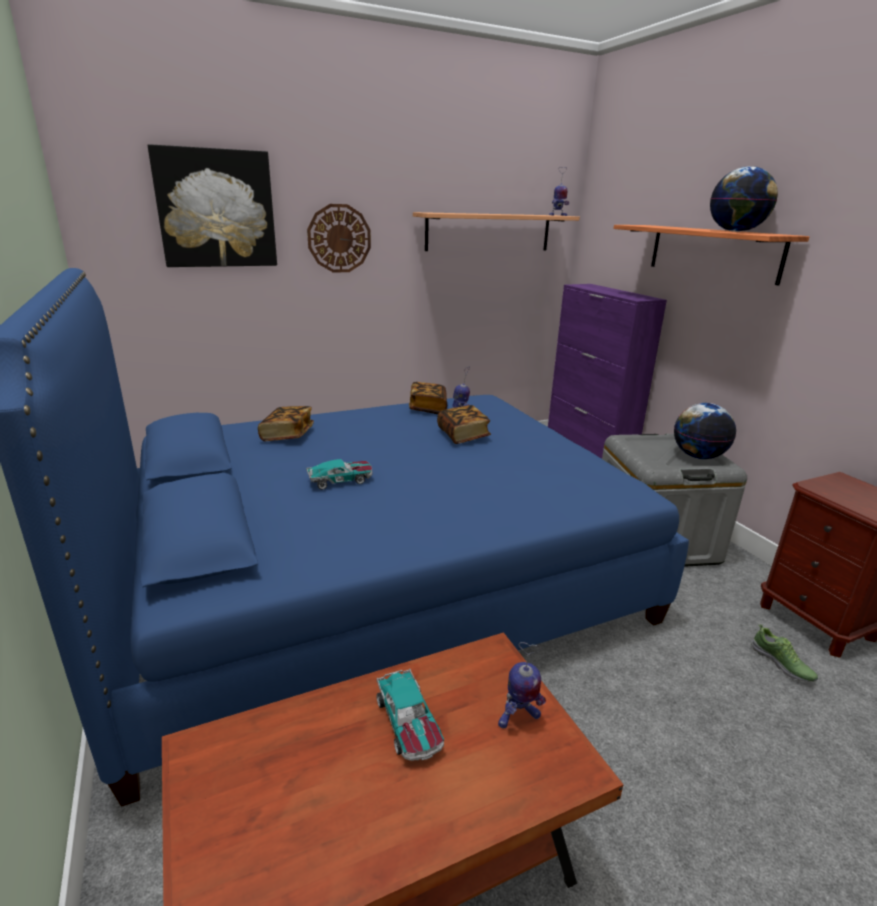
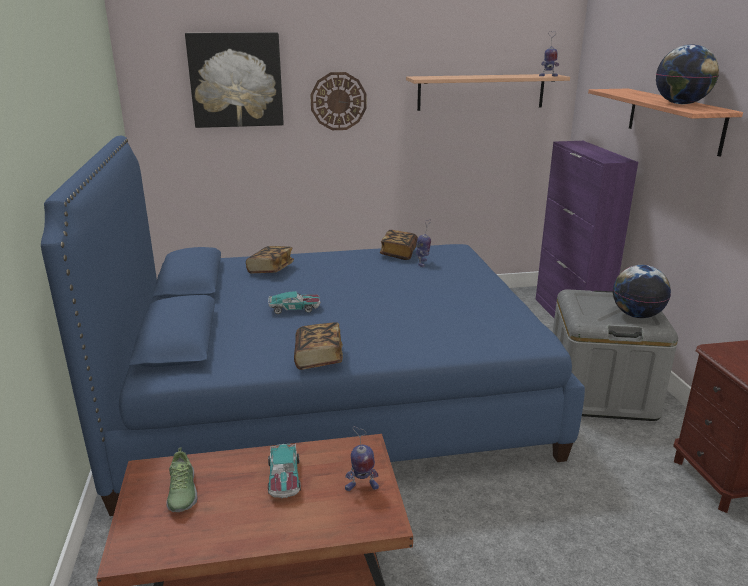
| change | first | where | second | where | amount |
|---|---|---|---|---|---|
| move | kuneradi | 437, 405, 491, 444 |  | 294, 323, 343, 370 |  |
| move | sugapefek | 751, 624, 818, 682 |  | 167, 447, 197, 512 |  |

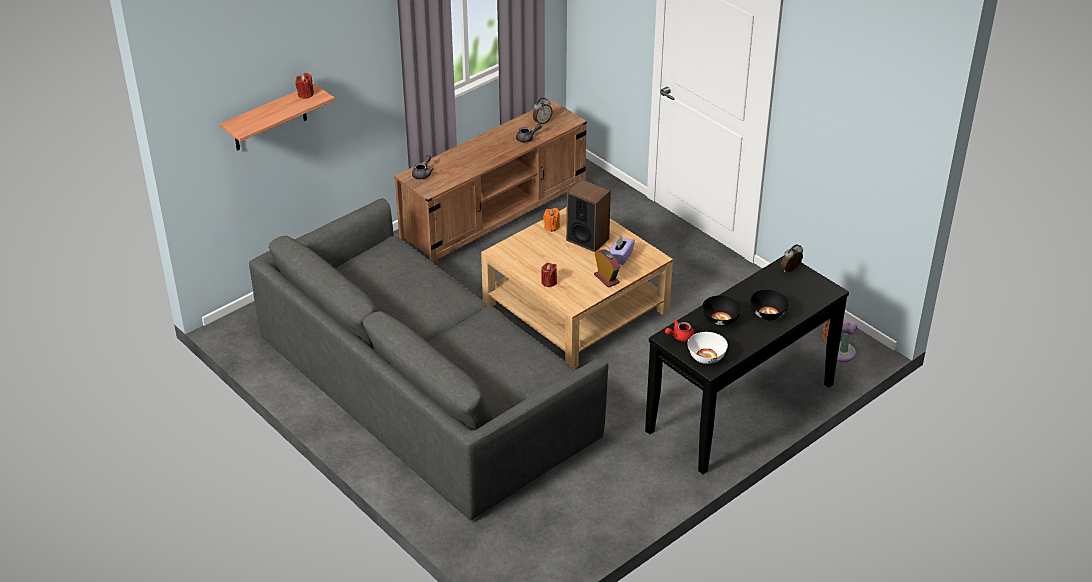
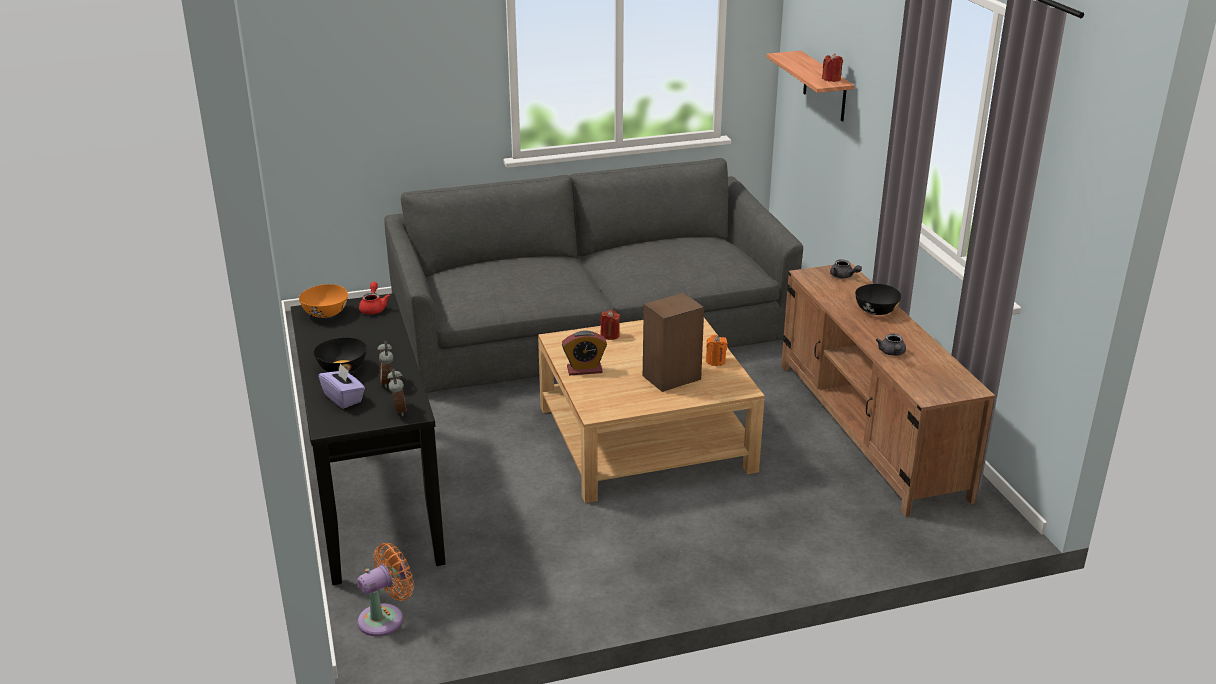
| change | first | where | second | where | amount |
|---|---|---|---|---|---|
| move | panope | 533, 98, 553, 124 |  | 378, 341, 394, 388 |  |
| move | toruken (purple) | 609, 235, 635, 265 |  | 319, 364, 365, 409 |  |
| move | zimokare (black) | 702, 295, 742, 326 |  | 855, 284, 901, 315 |  |
| recolor | zimokare (white) | 688, 332, 728, 364 | zimokare (orange) | 299, 284, 348, 318 |  |

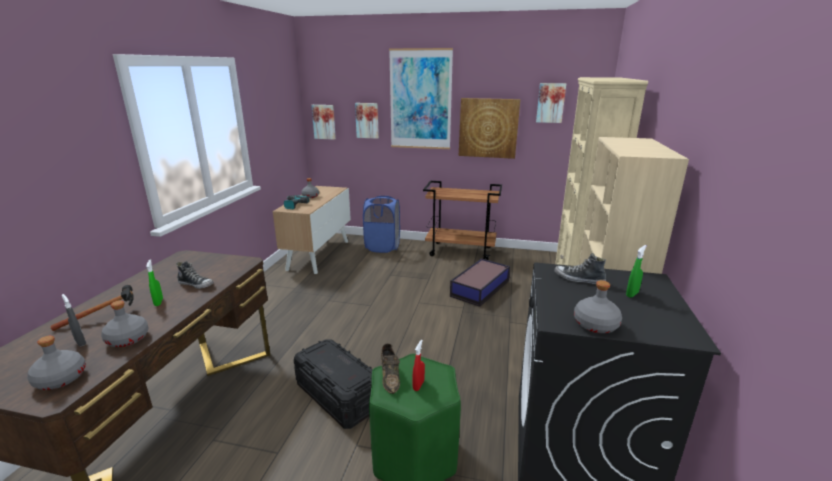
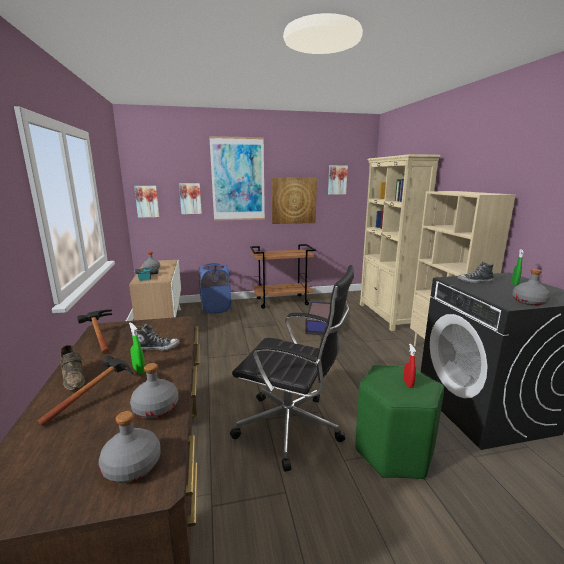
| change | first | where | second | where | amount |
|---|---|---|---|---|---|
| delete | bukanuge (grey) | 62, 294, 86, 346 |  |  |  |
| replace | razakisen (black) | 294, 339, 372, 429 | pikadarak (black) | 230, 265, 354, 472 |  |
| move | sugapefek (brown) | 381, 343, 400, 394 |  | 60, 345, 85, 391 |  |
| insert |  |  | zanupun | 77, 309, 112, 354 |  |

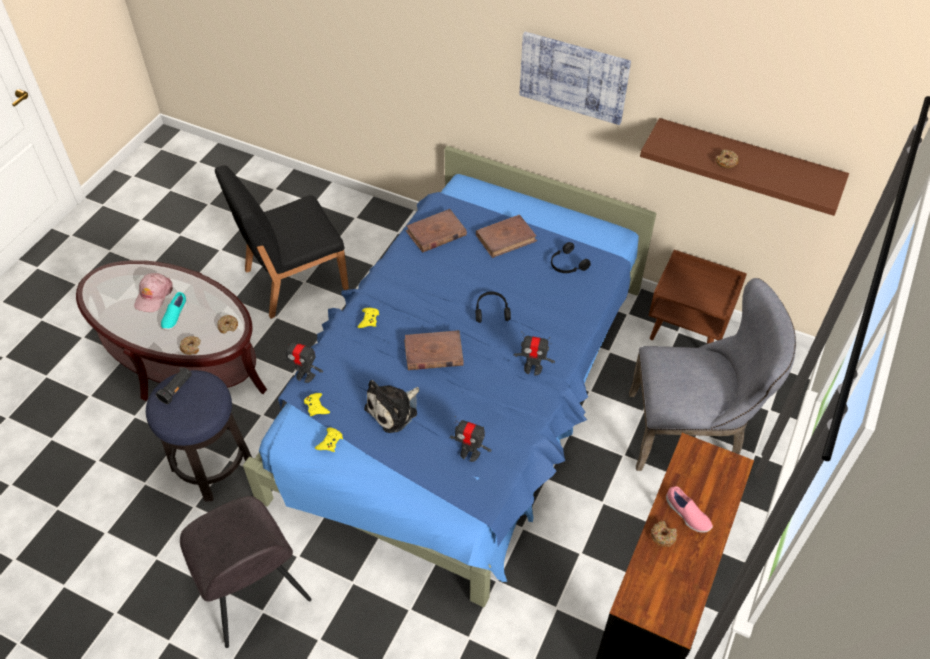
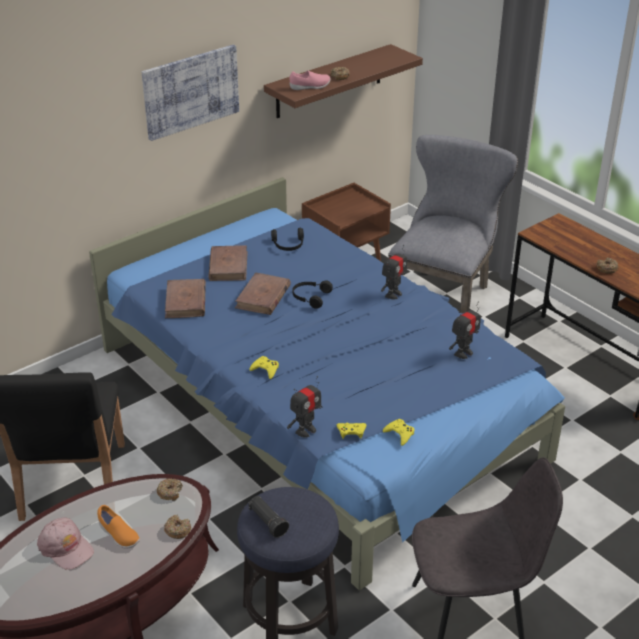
| change | first | where | second | where | amount |
|---|---|---|---|---|---|
| recolor | sugapefek (turquoise) | 161, 292, 188, 330 | sugapefek (orange) | 97, 505, 140, 549 |  |
| move | kuneradi (brown) | 404, 330, 464, 370 |  | 235, 272, 291, 315 |  |
| delete | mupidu | 364, 380, 419, 433 |  |  |  |
| move | sugapefek (pink) | 666, 486, 713, 532 |  | 289, 70, 330, 90 |  |

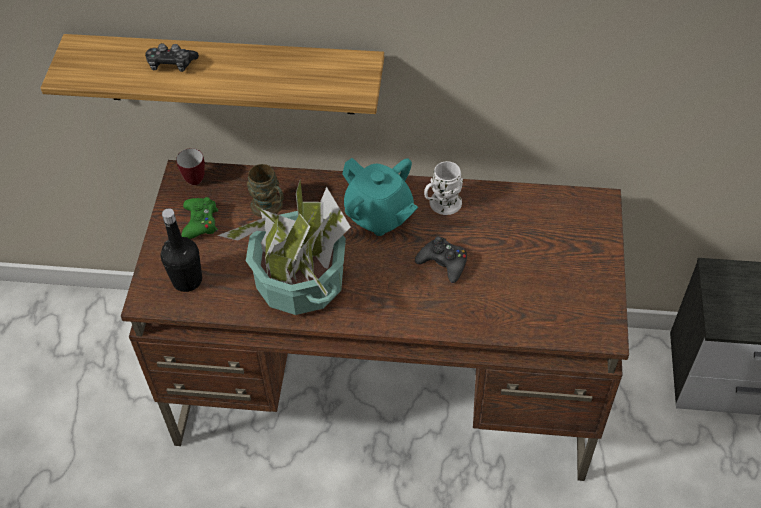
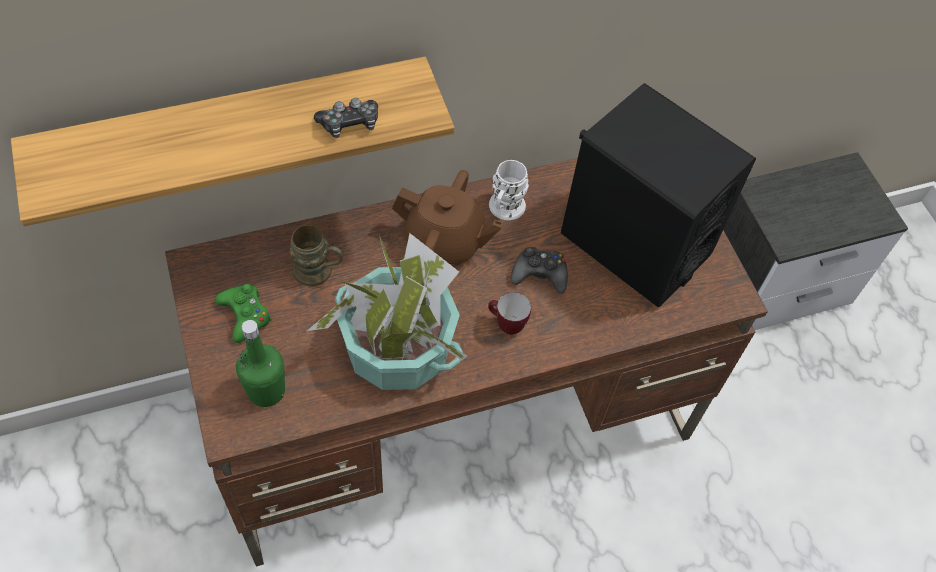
| change | first | where | second | where | amount |
|---|---|---|---|---|---|
| move | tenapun | 145, 43, 199, 72 |  | 314, 98, 378, 138 |  |
| move | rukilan | 176, 148, 205, 185 |  | 488, 292, 531, 335 |  |
| recolor | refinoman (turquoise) | 342, 158, 418, 236 | refinoman (brown) | 392, 170, 503, 266 |  |
| recolor | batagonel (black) | 160, 208, 202, 292 | batagonel (green) | 236, 320, 285, 407 |  |
| insert |  |  | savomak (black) | 561, 83, 756, 308 |  |

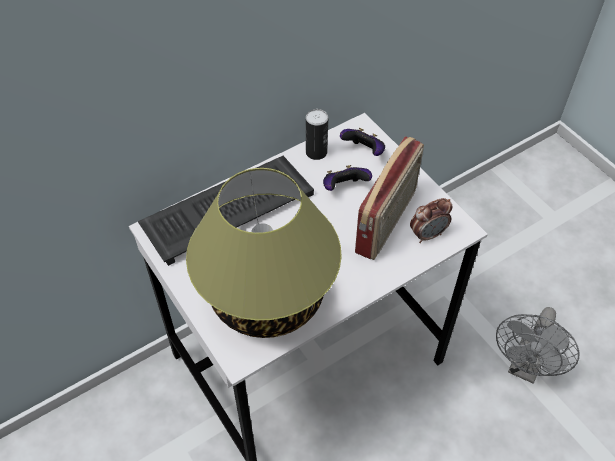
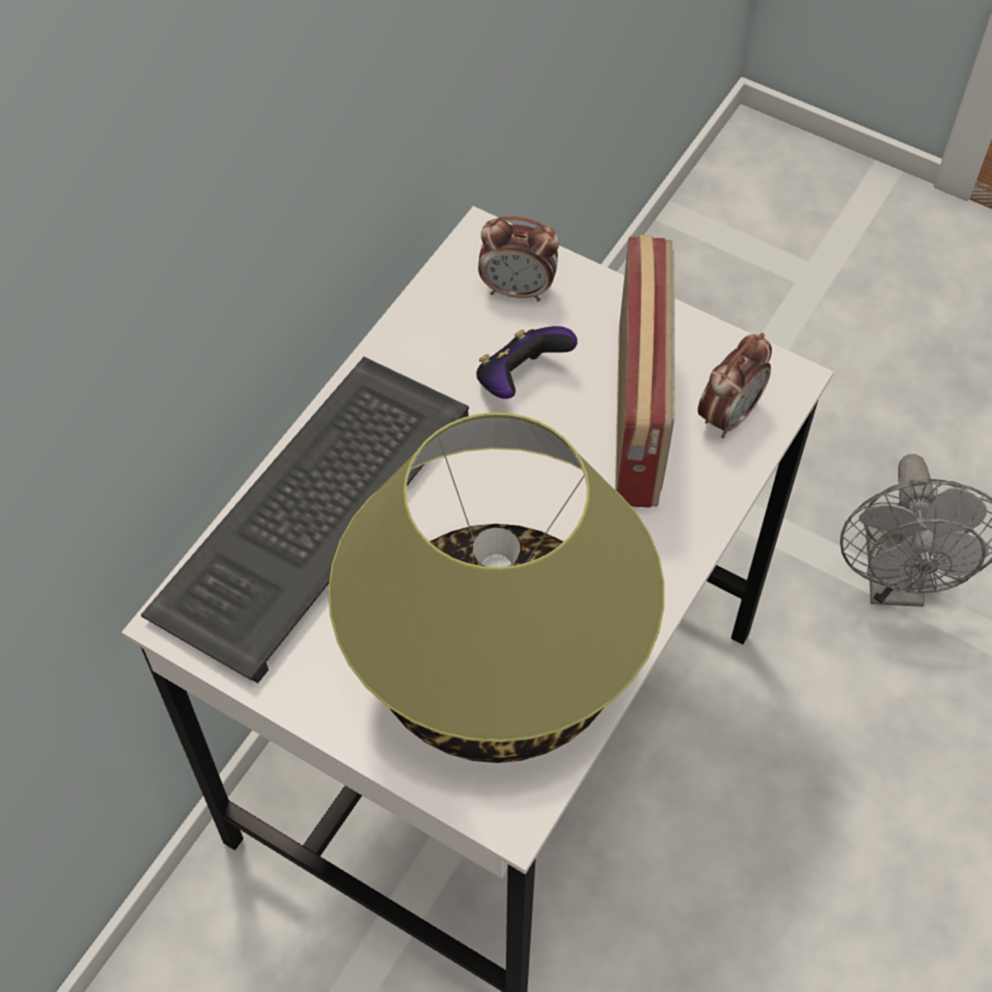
| change | first | where | second | where | amount |
|---|---|---|---|---|---|
| delete | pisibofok | 306, 109, 328, 160 |  |  |  |
| replace | tenapun | 340, 128, 385, 156 | panope | 478, 216, 560, 301 |  |

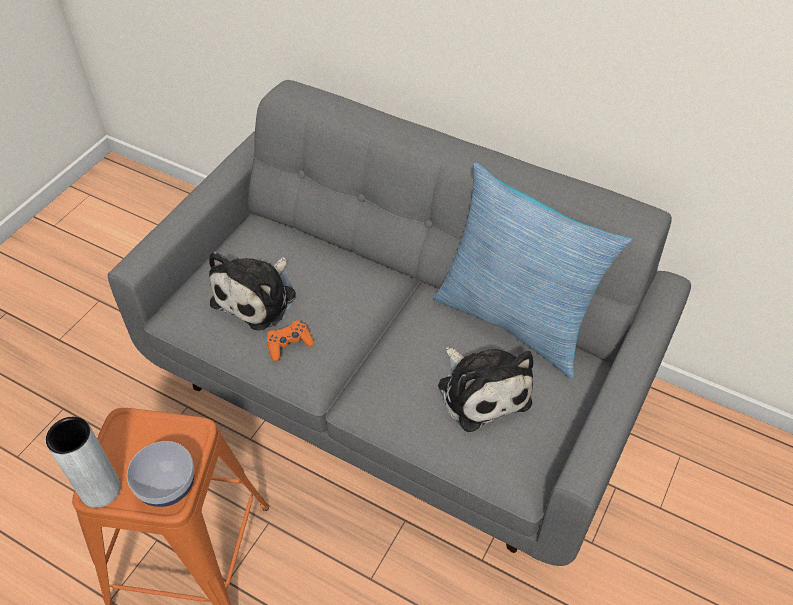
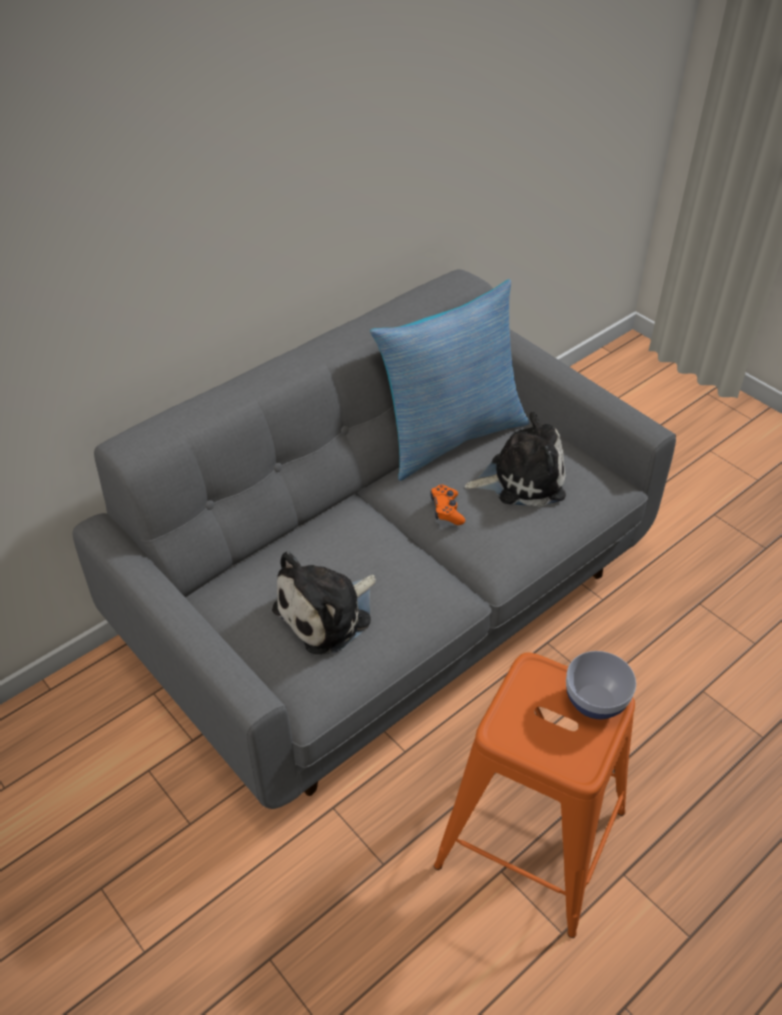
| change | first | where | second | where | amount |
|---|---|---|---|---|---|
| rotate | mupidu | 209, 252, 296, 330 |  | 272, 551, 376, 655 | 90 degrees clockwise |
| move | tenapun (orange) | 267, 320, 314, 361 |  | 430, 484, 465, 525 |  |
| delete | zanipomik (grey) | 46, 416, 121, 508 |  |  |  |

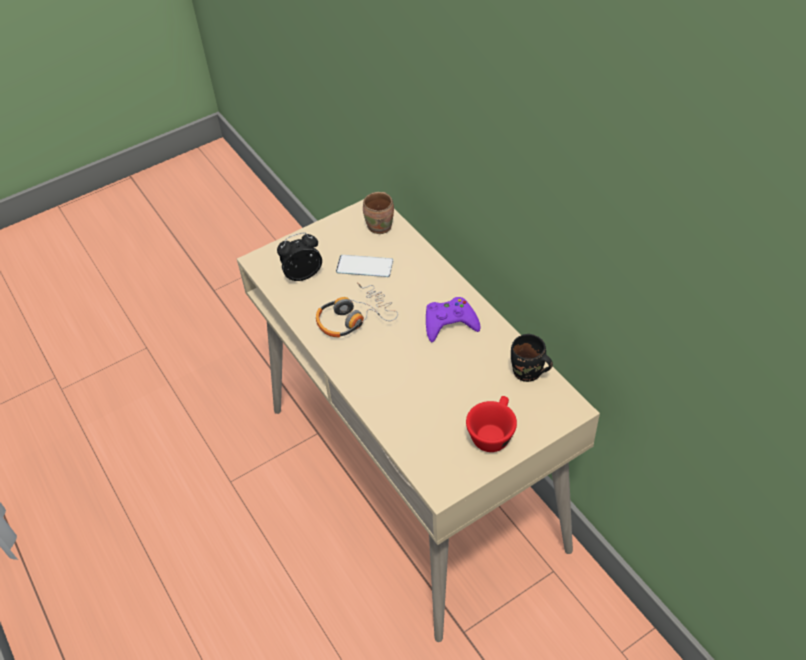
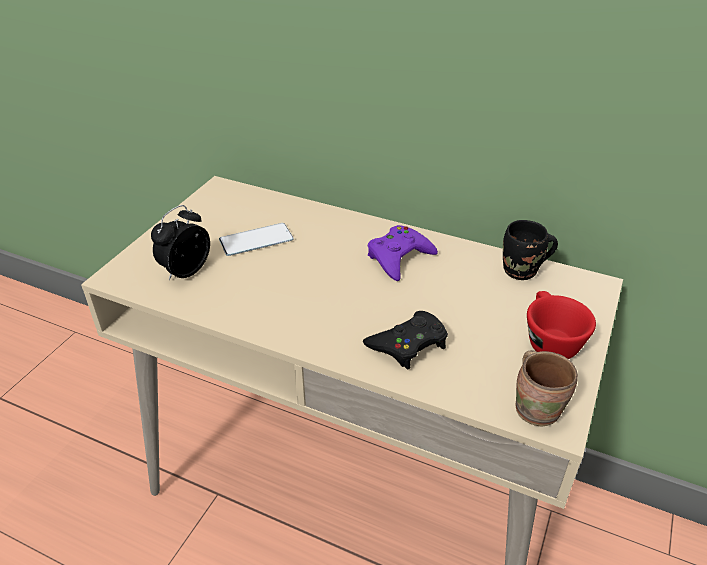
| change | first | where | second | where | amount |
|---|---|---|---|---|---|
| move | rukilan (brown) | 363, 192, 394, 234 |  | 515, 350, 578, 426 |  |
| delete | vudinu | 316, 282, 398, 337 |  |  |  |
| insert |  |  | tenapun (black) | 363, 311, 448, 369 |  |

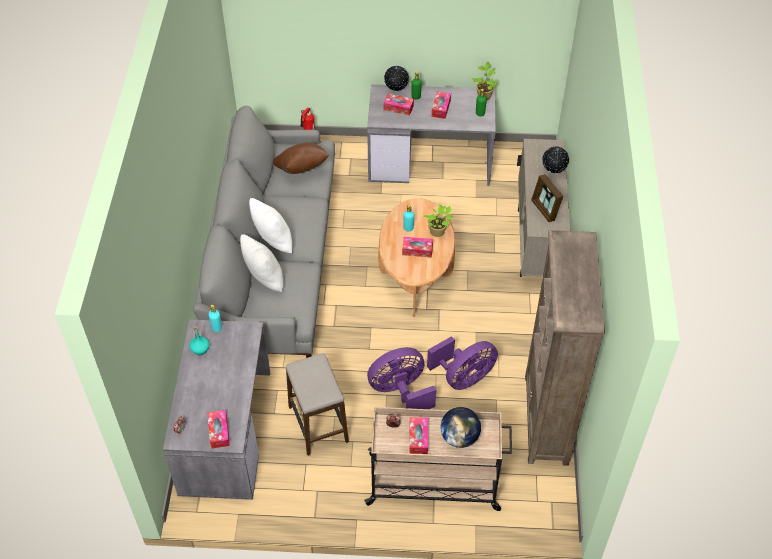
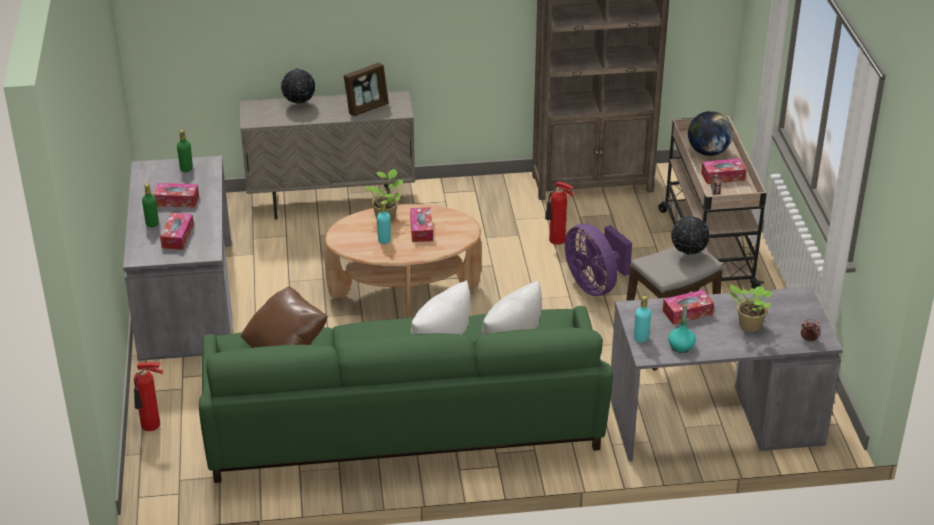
| change | first | where | second | where | amount |
|---|---|---|---|---|---|
| move | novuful | 472, 62, 497, 100 |  | 729, 285, 772, 332 |  |
| move | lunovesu | 384, 66, 409, 91 |  | 671, 215, 710, 256 |  |
| recolor | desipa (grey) | 193, 106, 335, 358 | desipa (green) | 199, 306, 613, 483 |  |
| replace | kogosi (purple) | 427, 336, 498, 390 | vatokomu | 545, 181, 574, 245 |  |
| move | toruken | 207, 410, 230, 449 |  | 663, 290, 714, 324 |  |

